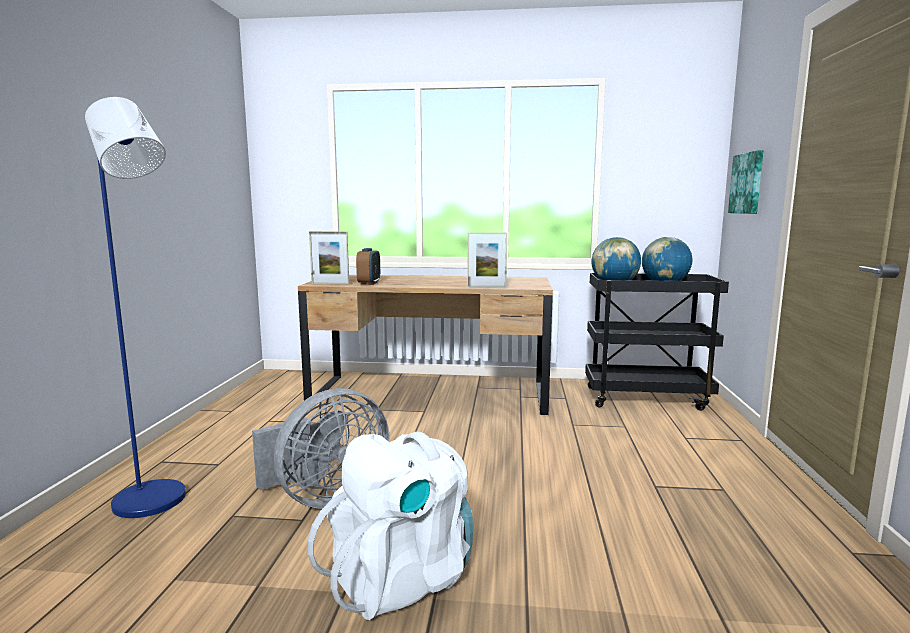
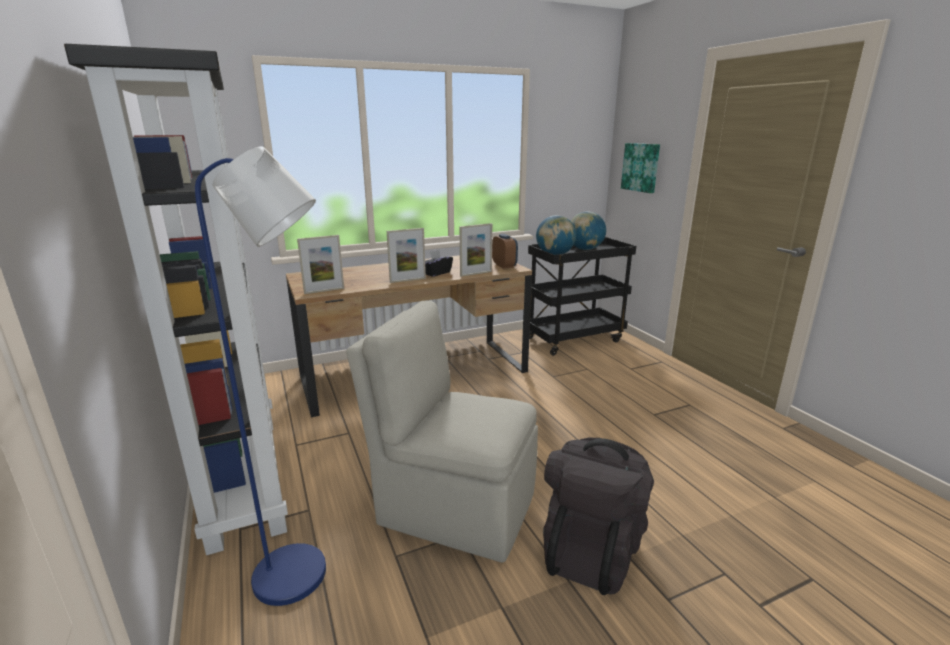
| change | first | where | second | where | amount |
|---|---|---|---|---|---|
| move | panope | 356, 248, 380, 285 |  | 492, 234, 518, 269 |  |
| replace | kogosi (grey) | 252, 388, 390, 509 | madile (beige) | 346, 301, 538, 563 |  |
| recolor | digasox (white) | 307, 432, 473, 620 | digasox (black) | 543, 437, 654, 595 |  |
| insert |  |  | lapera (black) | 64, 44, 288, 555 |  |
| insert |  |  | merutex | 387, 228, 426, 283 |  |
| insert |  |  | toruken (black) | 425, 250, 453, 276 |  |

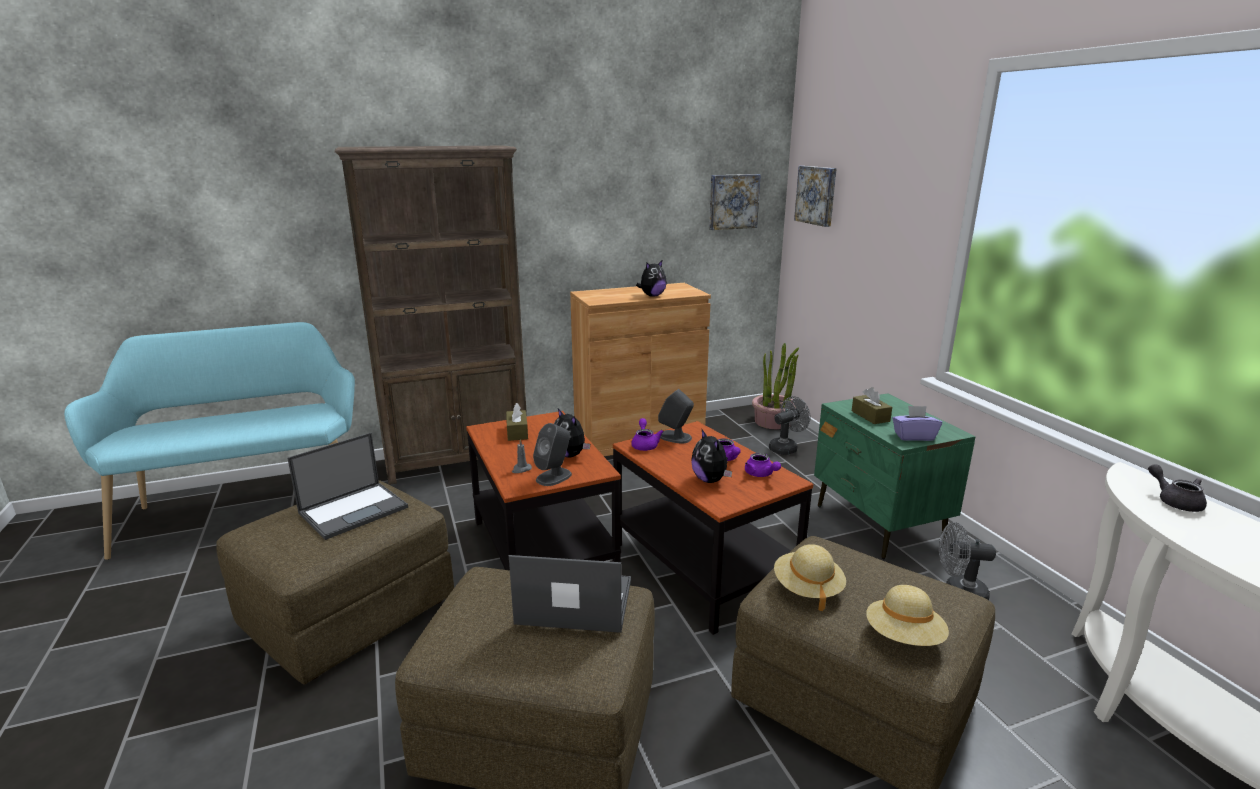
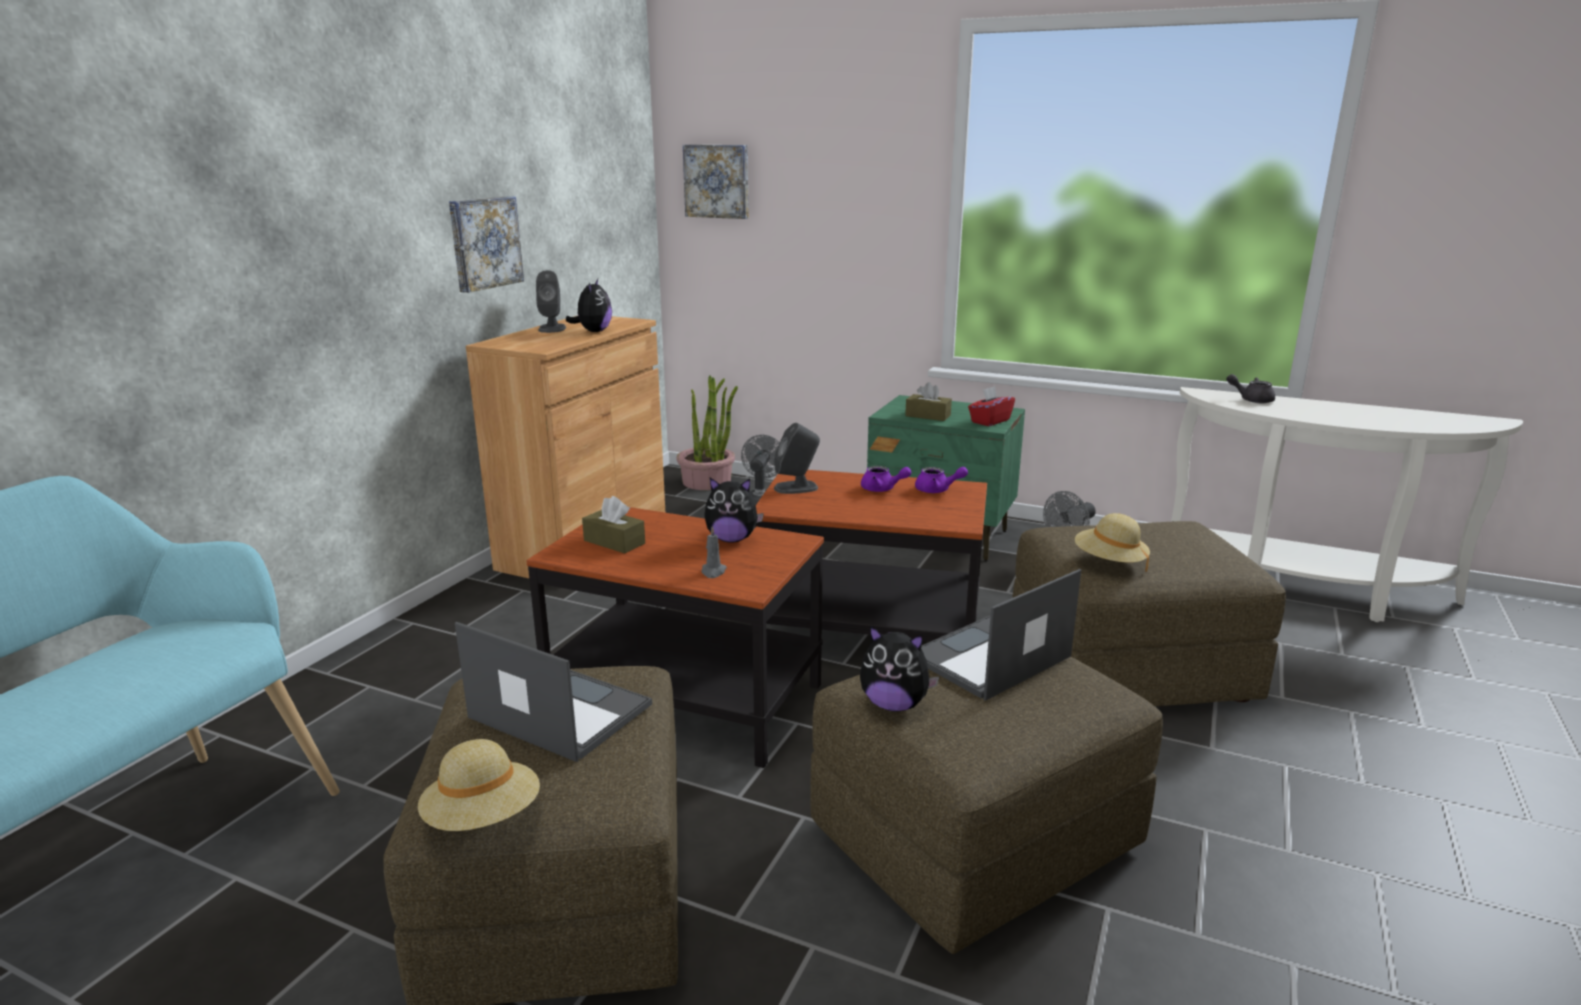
| change | first | where | second | where | amount |
|---|---|---|---|---|---|
| delete | lapera (brown) | 335, 146, 527, 485 |  |  |  |
| move | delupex | 709, 174, 761, 230 |  | 449, 196, 524, 293 |  |
| recolor | toruken (purple) | 892, 406, 942, 441 | toruken (red) | 968, 386, 1015, 426 |  |
| delete | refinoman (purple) | 631, 418, 663, 451 |  |  |  |
| move | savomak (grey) | 533, 423, 572, 486 |  | 536, 270, 566, 333 |  |
| move | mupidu | 691, 428, 732, 483 |  | 860, 625, 939, 712 |  |
| rotate | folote | 287, 433, 408, 540 |  | 455, 622, 652, 762 | 60 degrees counterclockwise |
| move | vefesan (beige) | 866, 585, 949, 646 |  | 418, 739, 540, 831 |  |

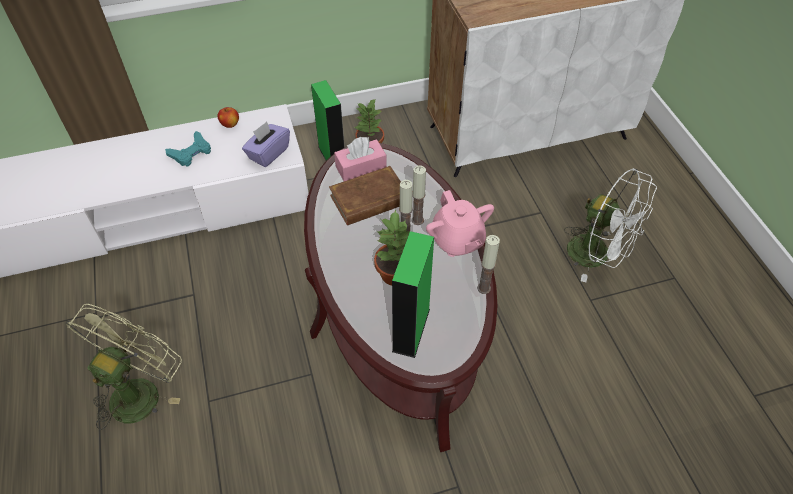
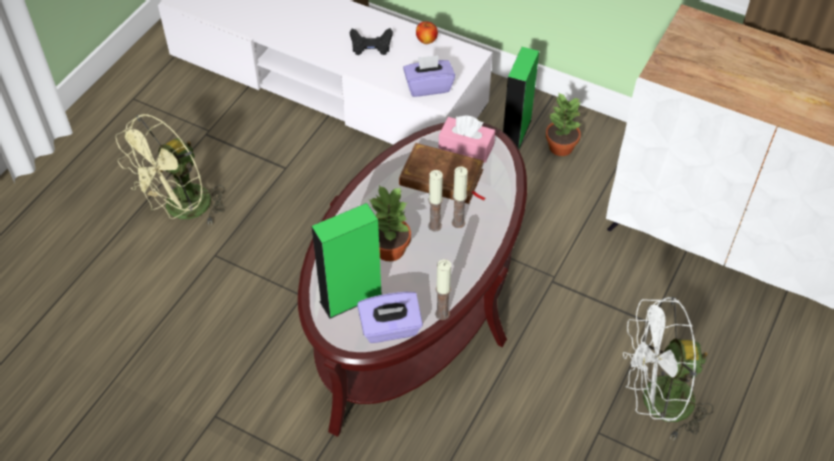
| change | first | where | second | where | amount |
|---|---|---|---|---|---|
| recolor | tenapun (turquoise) | 165, 131, 211, 167 | tenapun (black) | 350, 28, 393, 55 |  |
| rotate | kogosi (white) | 564, 168, 657, 282 |  | 623, 297, 713, 441 | 90 degrees clockwise |
| delete | refinoman (pink) | 426, 190, 494, 257 |  |  |  |
| rotate | kogosi (green) | 66, 304, 182, 430 |  | 115, 114, 225, 225 | 150 degrees clockwise |
| insert |  |  | toruken (purple) | 357, 292, 423, 343 |  |

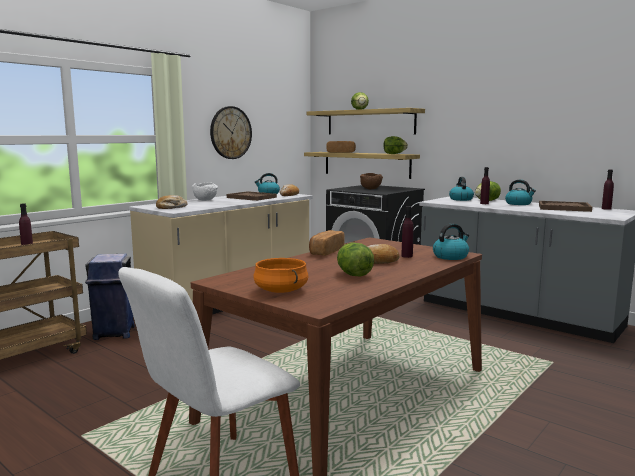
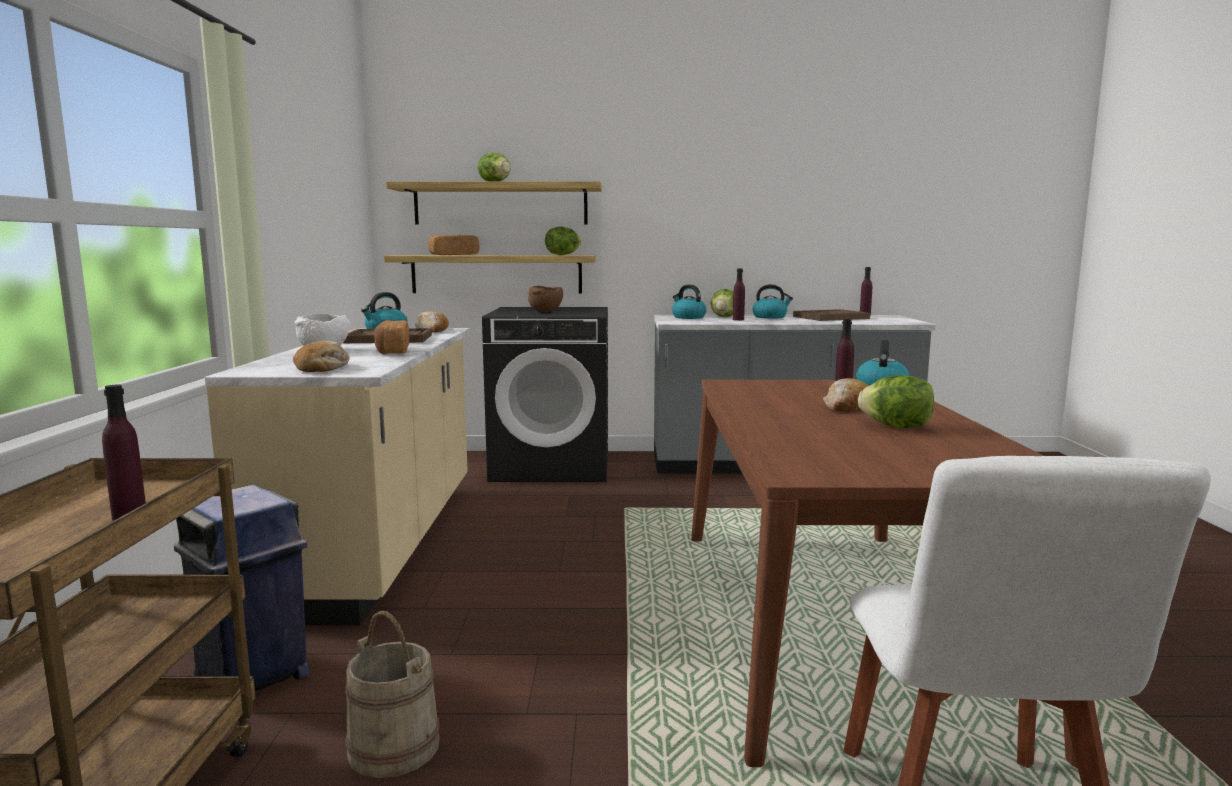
| change | first | where | second | where | amount |
|---|---|---|---|---|---|
| delete | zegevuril | 210, 106, 252, 159 |  |  |  |
| move | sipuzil | 309, 230, 345, 256 |  | 374, 320, 409, 354 |  |
| delete | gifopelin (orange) | 253, 258, 308, 293 |  |  |  |
| insert |  |  | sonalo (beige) | 345, 611, 440, 778 |  |

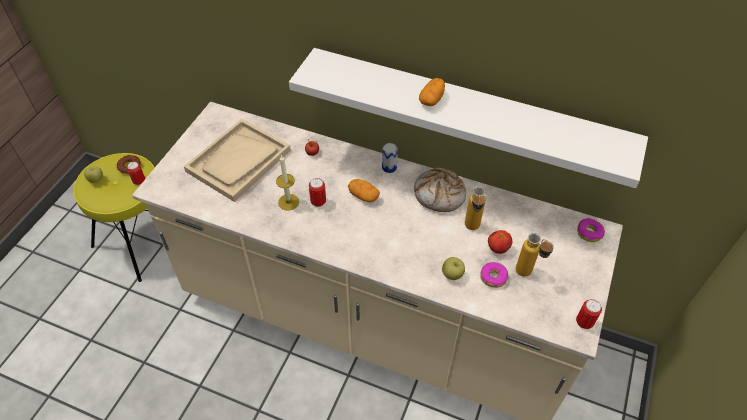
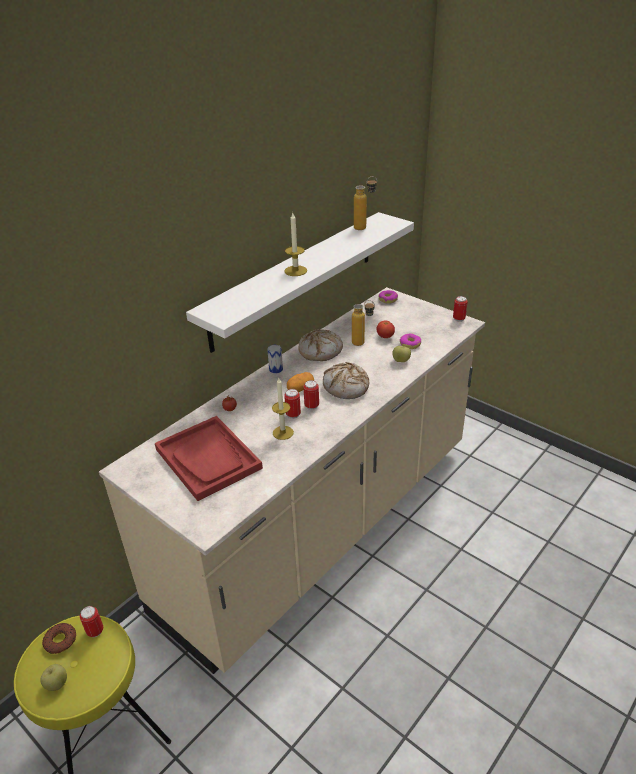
| change | first | where | second | where | amount |
|---|---|---|---|---|---|
| replace | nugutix | 419, 78, 445, 106 | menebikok | 285, 213, 307, 276 |  |
| recolor | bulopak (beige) | 184, 119, 291, 202 | bulopak (red) | 155, 416, 263, 501 |  |
| move | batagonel | 516, 233, 554, 277 |  | 354, 176, 377, 230 |  |
| insert |  |  | sipuzil | 323, 362, 369, 399 |  |
| insert |  |  | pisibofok | 303, 380, 319, 410 |  |

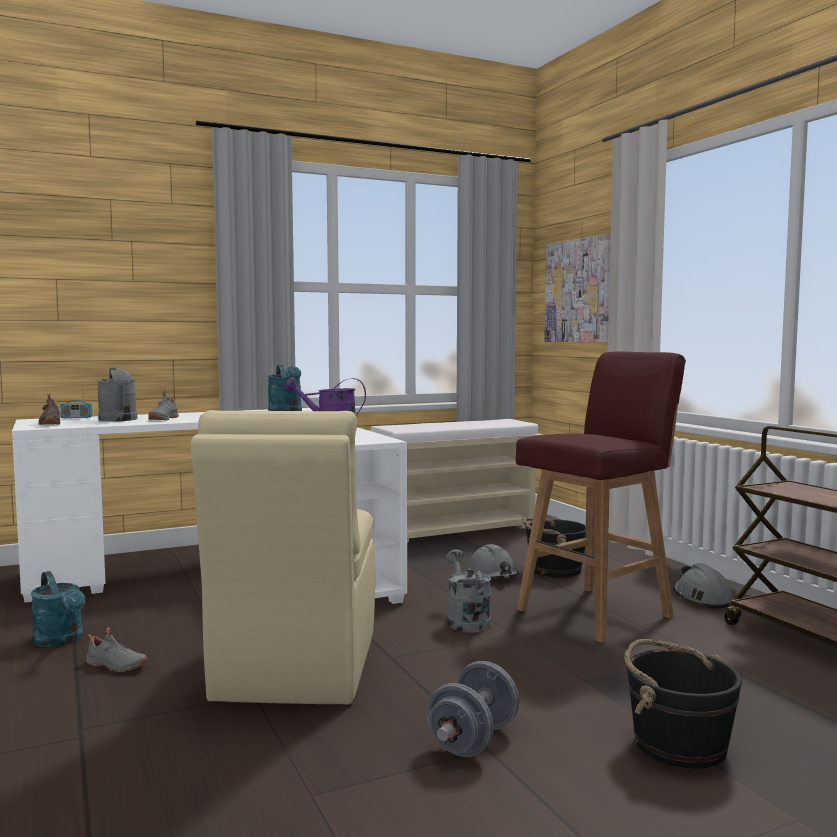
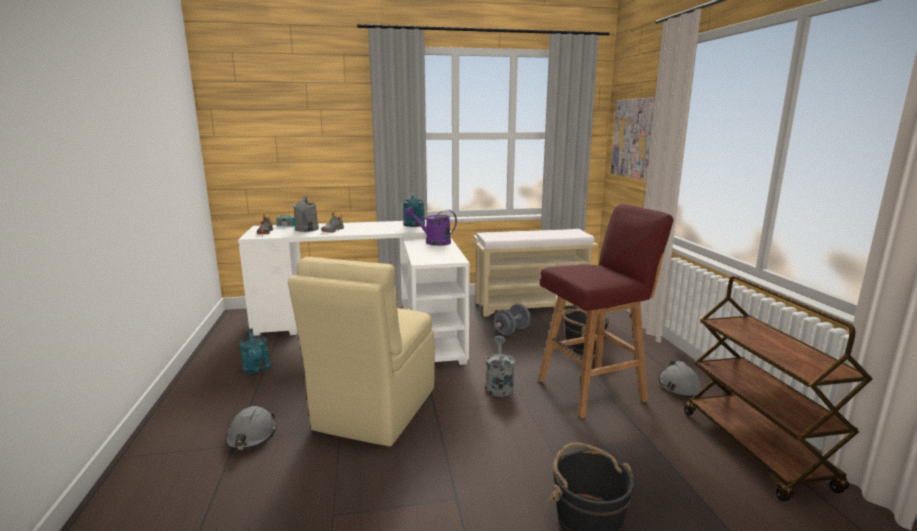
| change | first | where | second | where | amount |
|---|---|---|---|---|---|
| move | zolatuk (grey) | 468, 544, 519, 578 |  | 225, 406, 276, 450 |  |
| delete | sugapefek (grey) | 86, 628, 148, 672 |  |  |  |
| move | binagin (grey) | 426, 661, 519, 757 |  | 494, 304, 531, 335 |  |

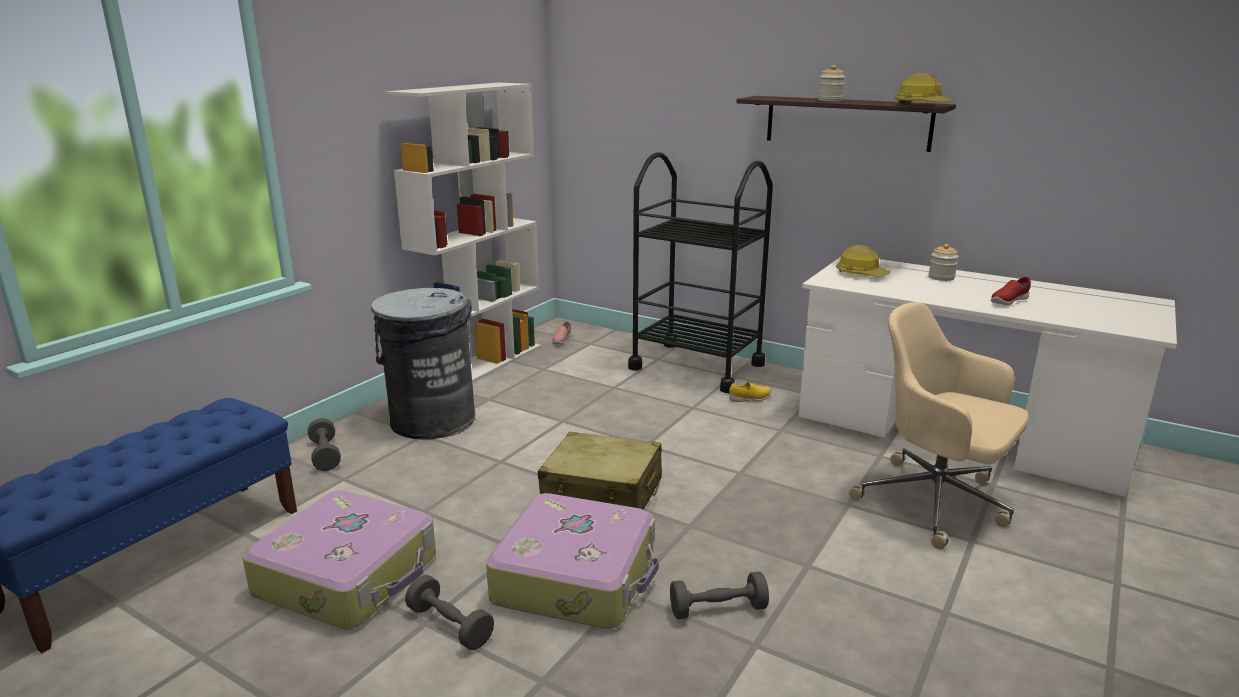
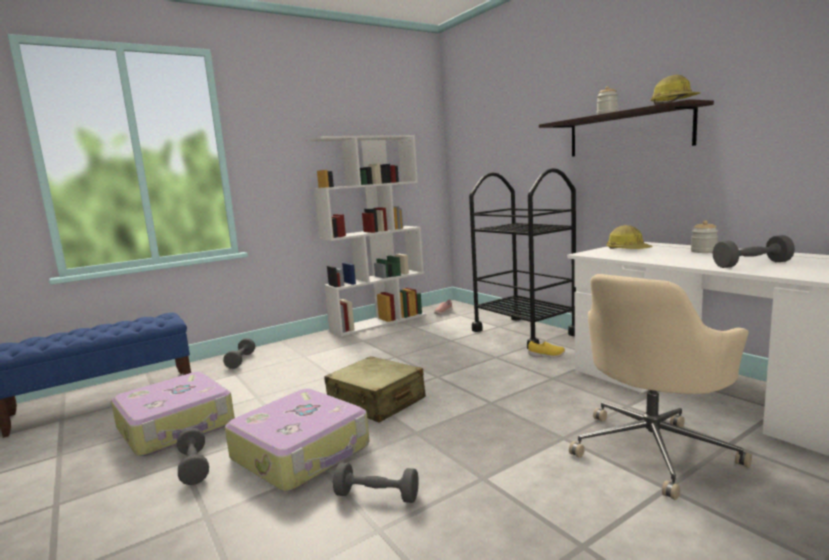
| change | first | where | second | where | amount |
|---|---|---|---|---|---|
| replace | sugapefek (red) | 991, 276, 1031, 305 | binagin (grey) | 713, 235, 795, 268 |  |
| delete | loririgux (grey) | 371, 288, 475, 440 |  |  |  |
| rotate | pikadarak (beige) | 849, 302, 1029, 549 |  | 569, 274, 752, 500 | 105 degrees counterclockwise |

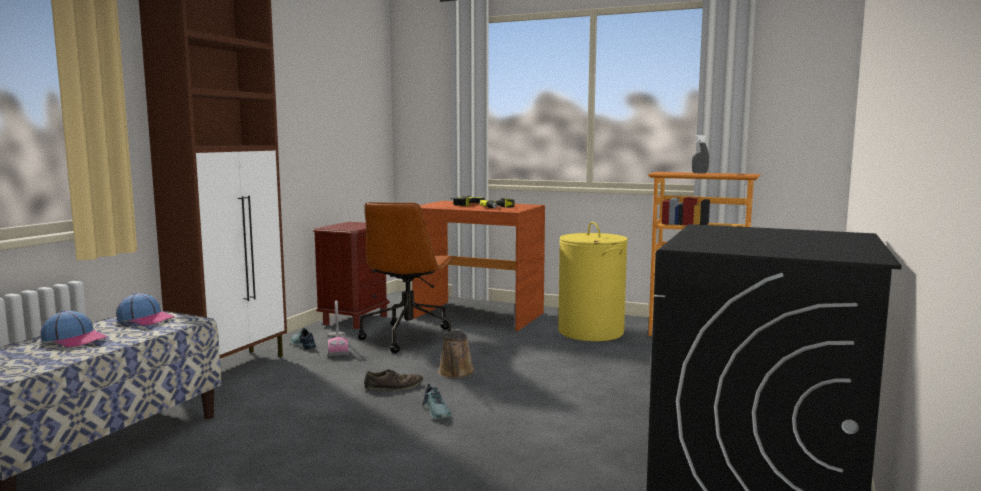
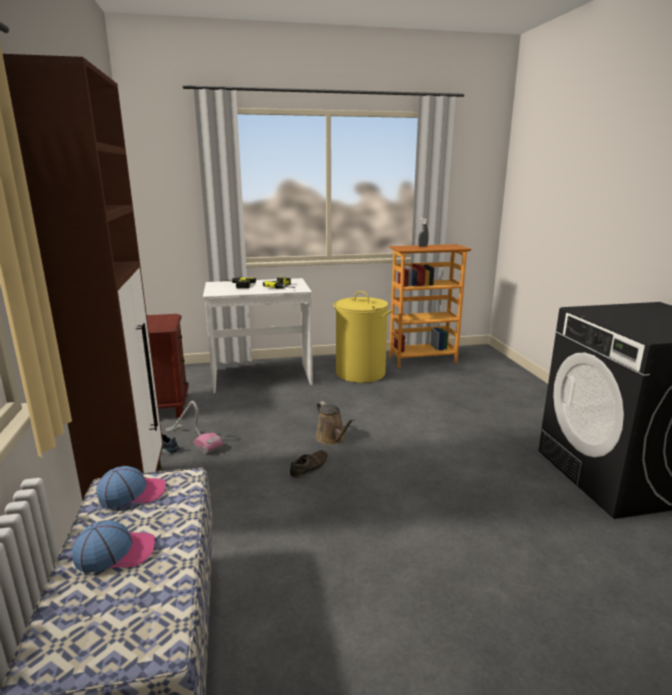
| change | first | where | second | where | amount |
|---|---|---|---|---|---|
| recolor | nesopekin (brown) | 412, 201, 545, 331 | nesopekin (white) | 203, 278, 313, 393 |  |
| delete | pikadarak (brown) | 357, 202, 454, 353 |  |  |  |
| delete | sugapefek | 422, 383, 452, 420 |  |  |  |

